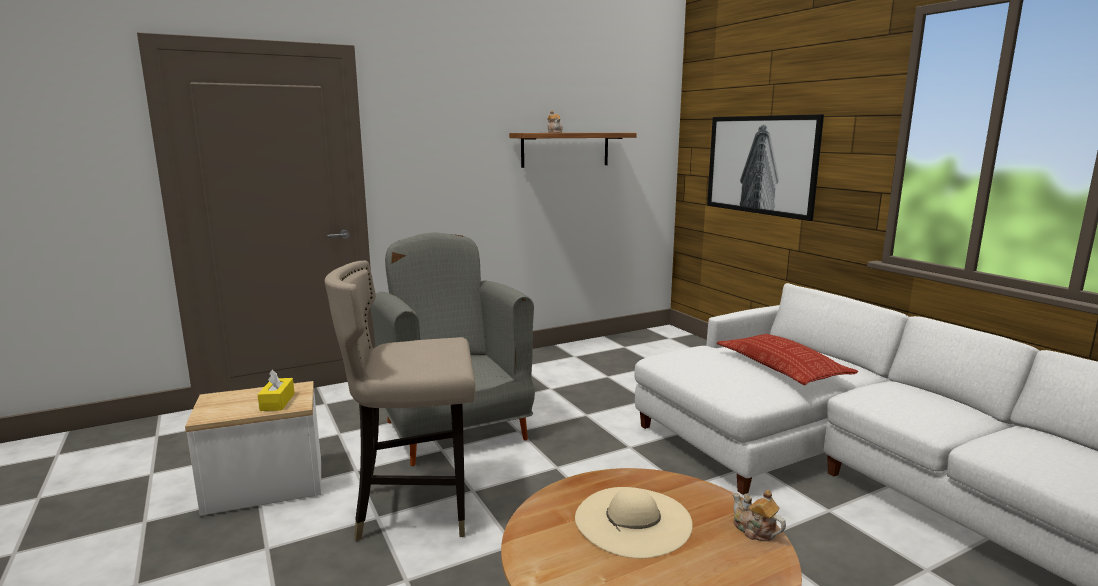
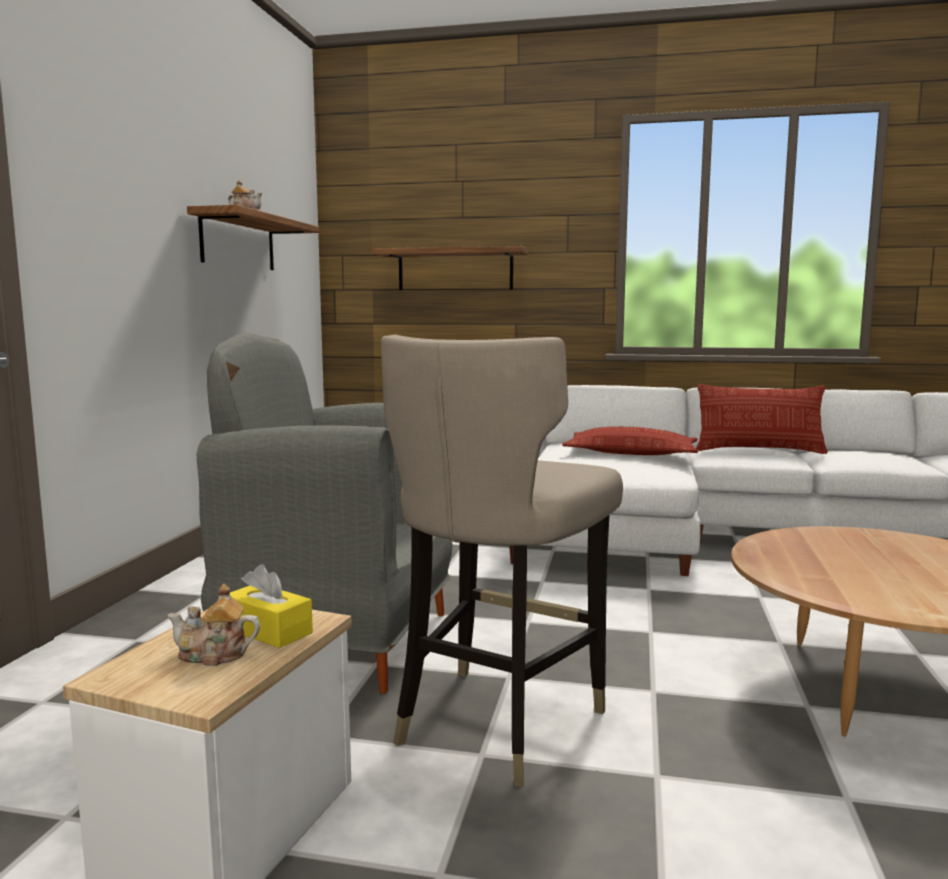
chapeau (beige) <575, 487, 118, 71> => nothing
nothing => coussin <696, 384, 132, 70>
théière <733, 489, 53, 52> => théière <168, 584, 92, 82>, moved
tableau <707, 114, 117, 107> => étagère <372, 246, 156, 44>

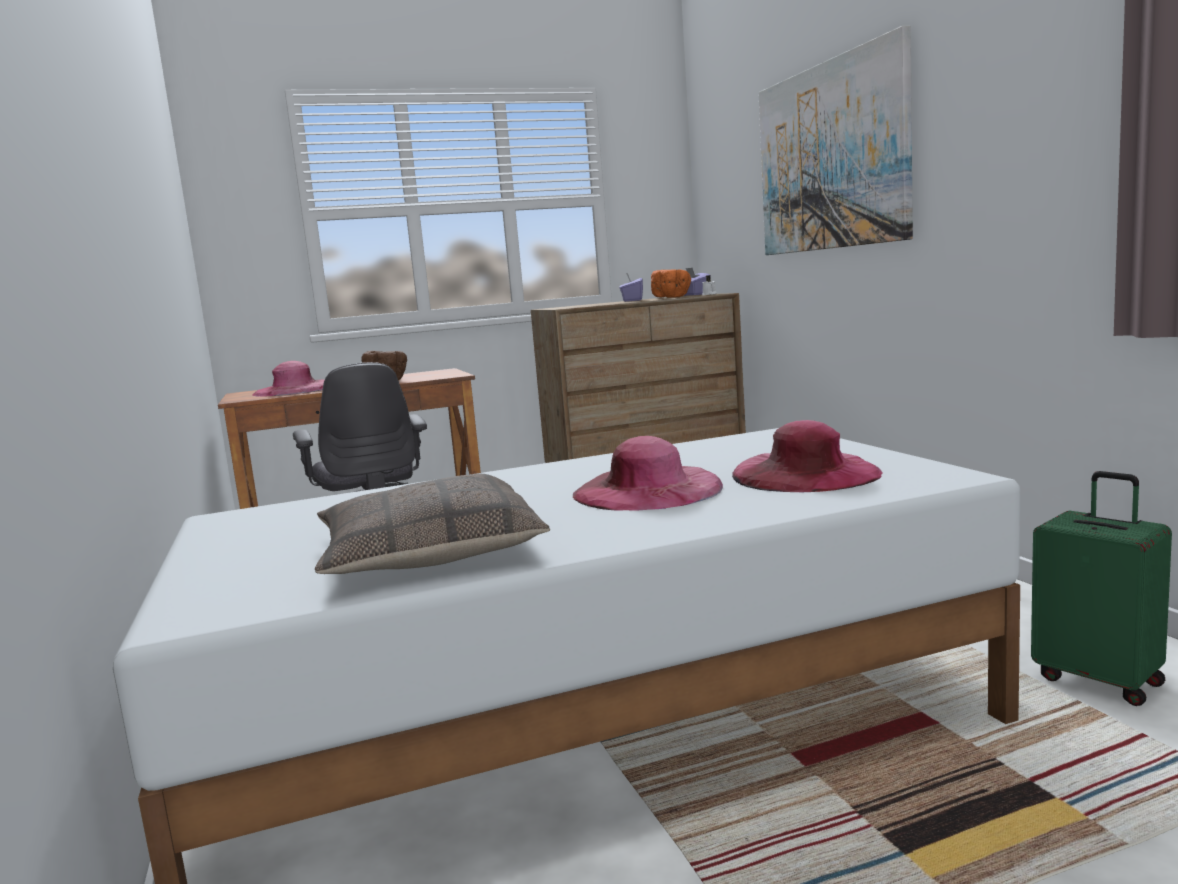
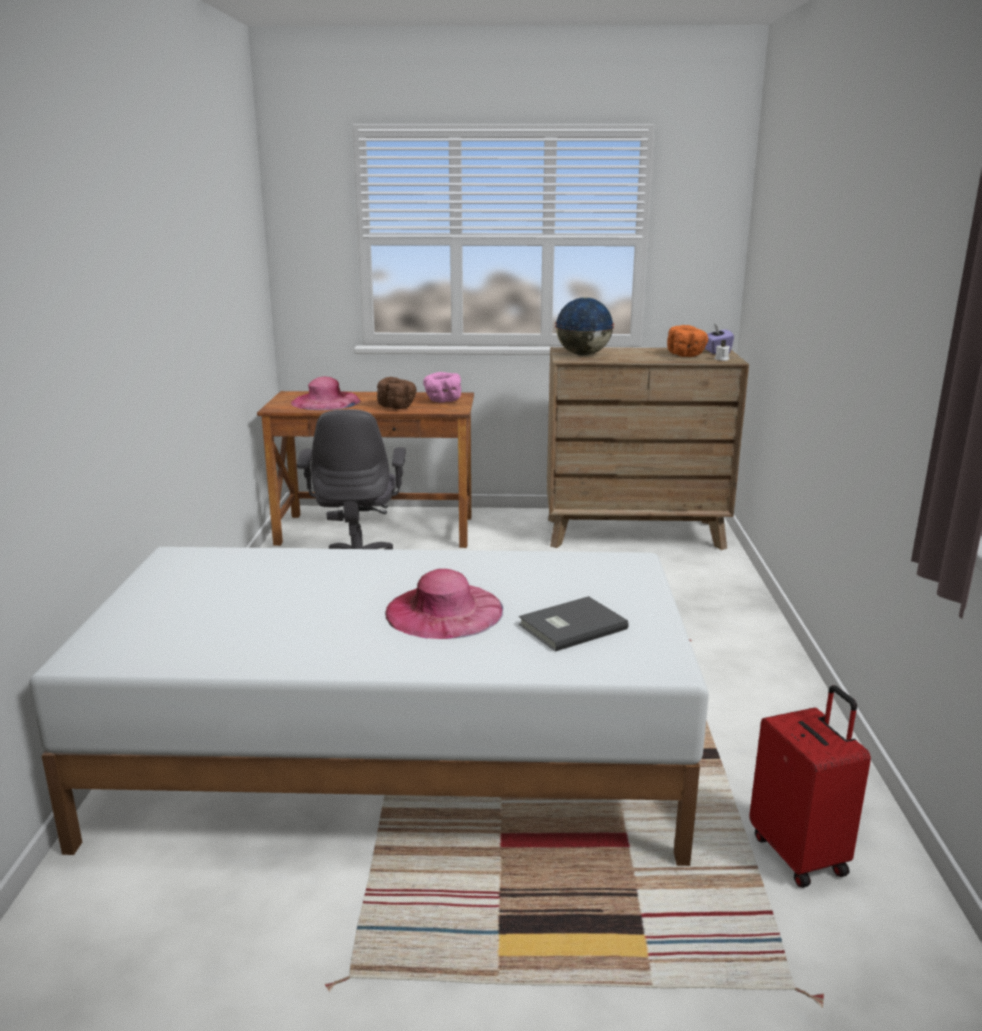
coussin <315, 474, 235, 100> => nothing
boîte à mouchoirs (violet) <619, 273, 24, 29> => nothing
tableau <759, 25, 154, 230> => nothing
nothing => bol (rose) <423, 372, 38, 30>
nothing => globe <555, 298, 59, 57>
chapeau (rose) <732, 420, 151, 72> => livre (gris) <519, 596, 110, 56>
valise (vert) <1031, 471, 141, 235> => valise (rouge) <749, 685, 122, 203>

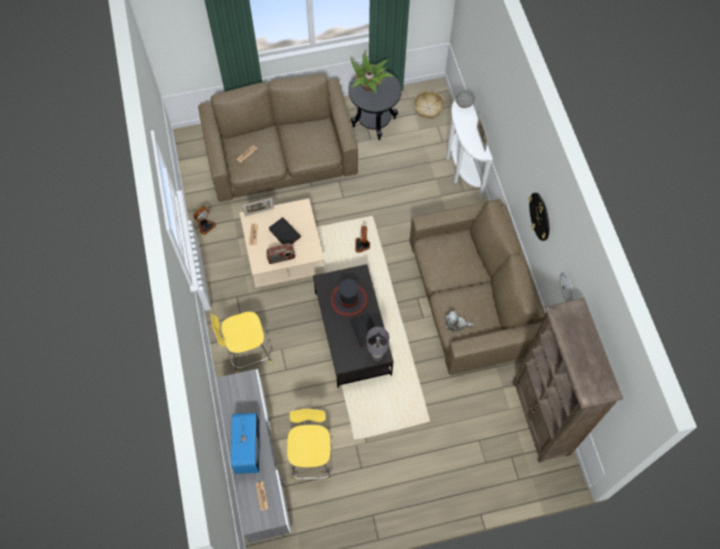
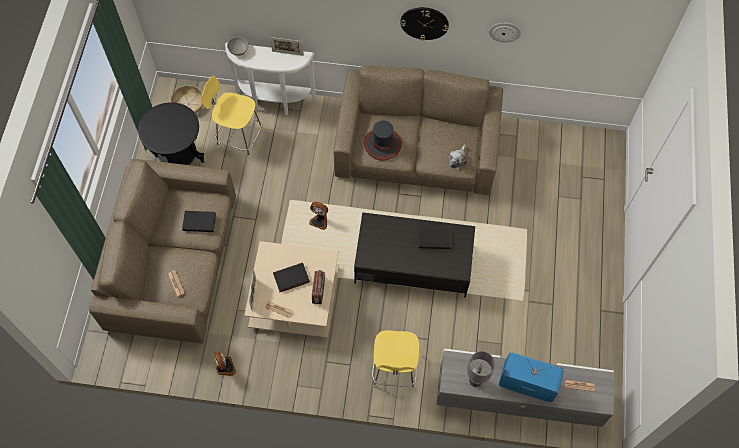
plante en pot <350, 52, 43, 42> => nothing
bibliothèque (marron) <512, 298, 111, 165> => nothing
nothing => livre (noir) <182, 211, 34, 21>
tabouret (jaune) <287, 409, 45, 71> => tabouret (jaune) <201, 75, 62, 83>, moved
chapeau <330, 279, 38, 38> => chapeau <364, 121, 38, 39>, moved
lampe de table (gris) <367, 327, 22, 34> => lampe de table (gris) <467, 351, 28, 36>, moved

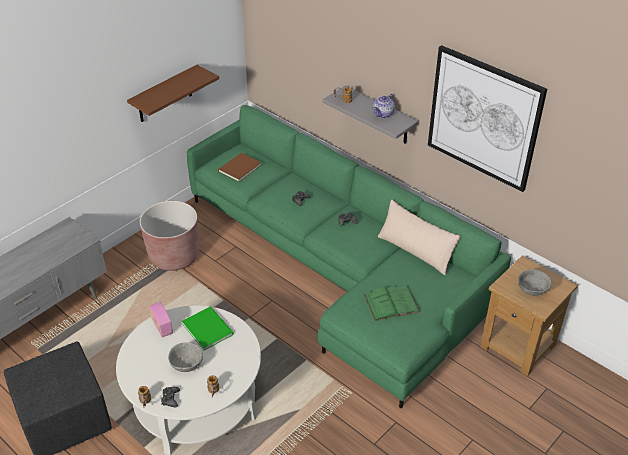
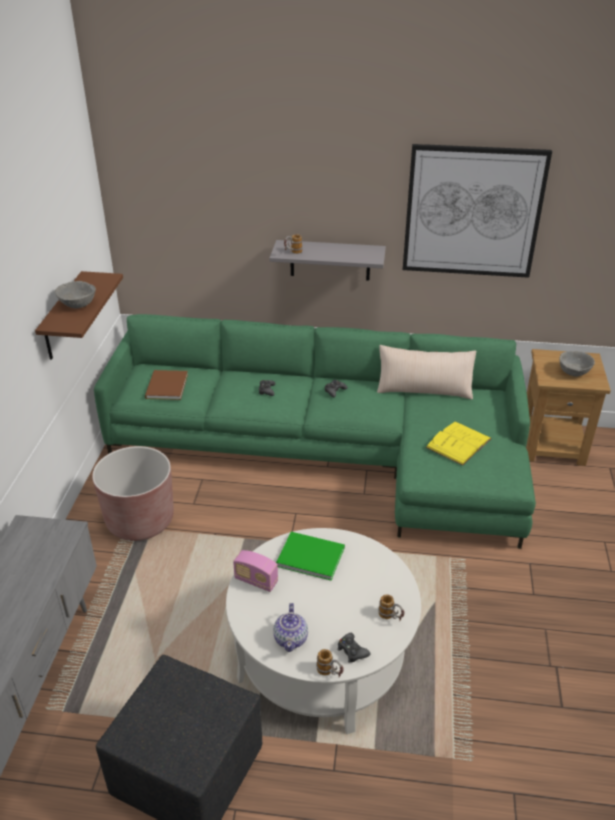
bol (gris) <168, 342, 35, 30> => bol (gris) <55, 281, 41, 28>, moved
théière <373, 94, 22, 24> => théière <273, 603, 35, 49>, moved
livre (vert) <364, 286, 56, 35> => livre (jaune) <426, 421, 65, 45>

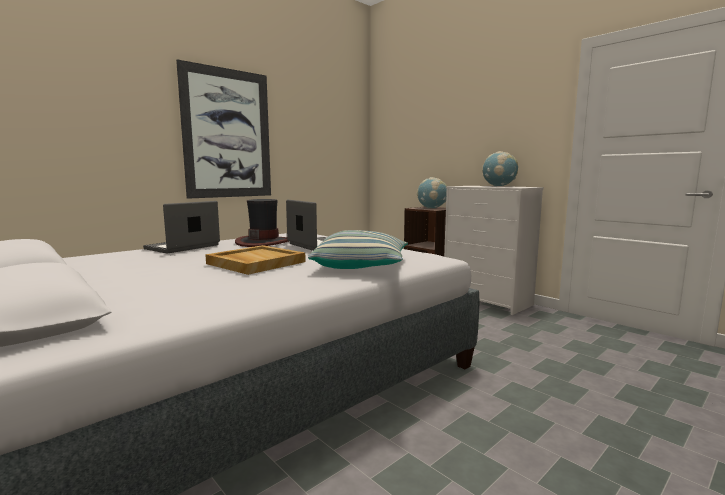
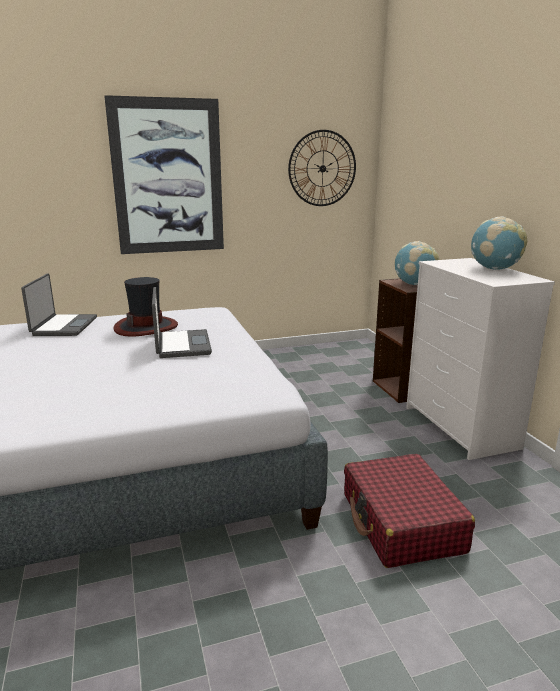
plateau (beige) <205, 245, 101, 30> => nothing
coussin <308, 230, 100, 39> => nothing
nothing => horloge murale <288, 130, 68, 76>
nothing => valise (rouge) <344, 454, 131, 114>
ordinateur portable <143, 201, 77, 53> => ordinateur portable <21, 274, 76, 62>, 120 degrees clockwise

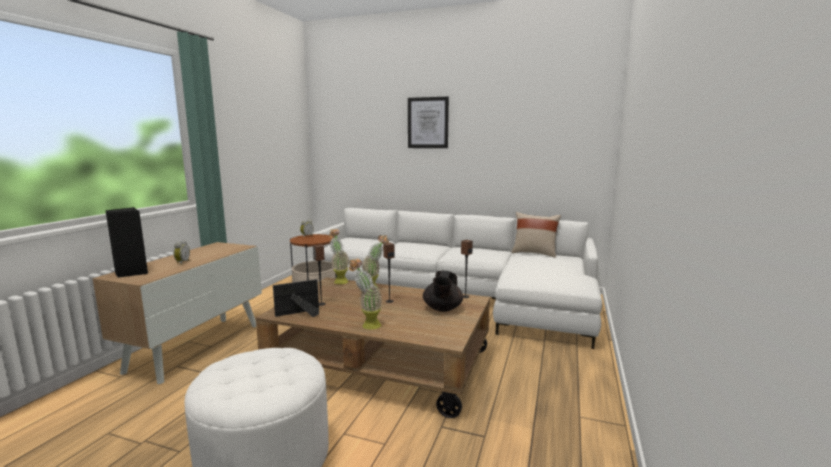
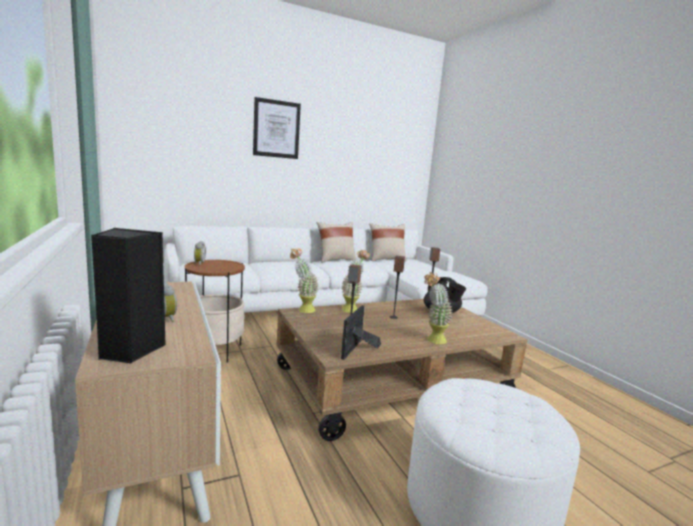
nothing => coussin (beige) <317, 222, 39, 41>

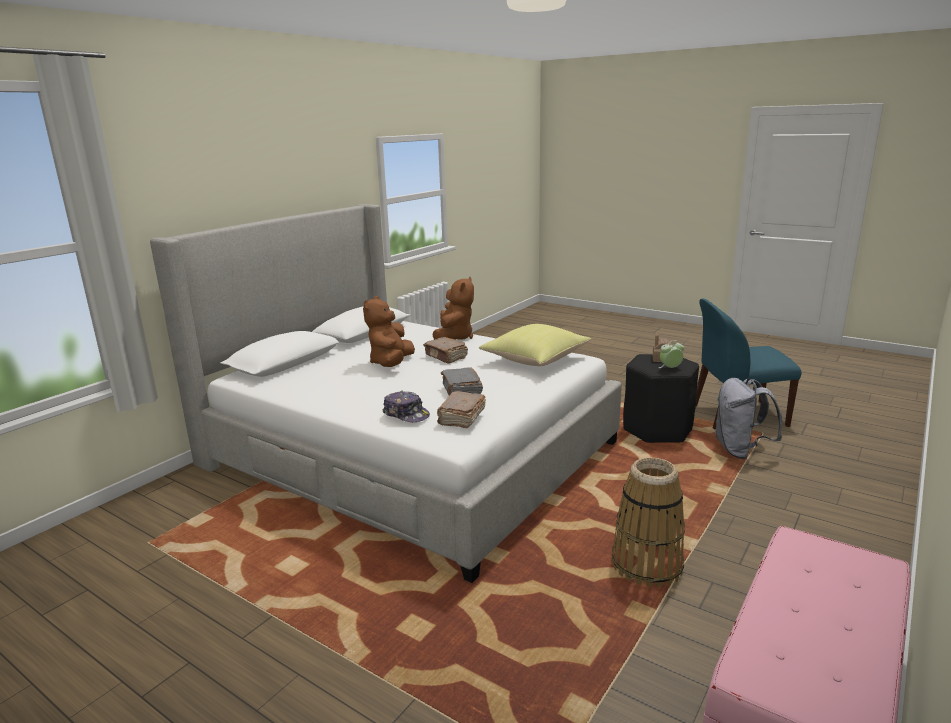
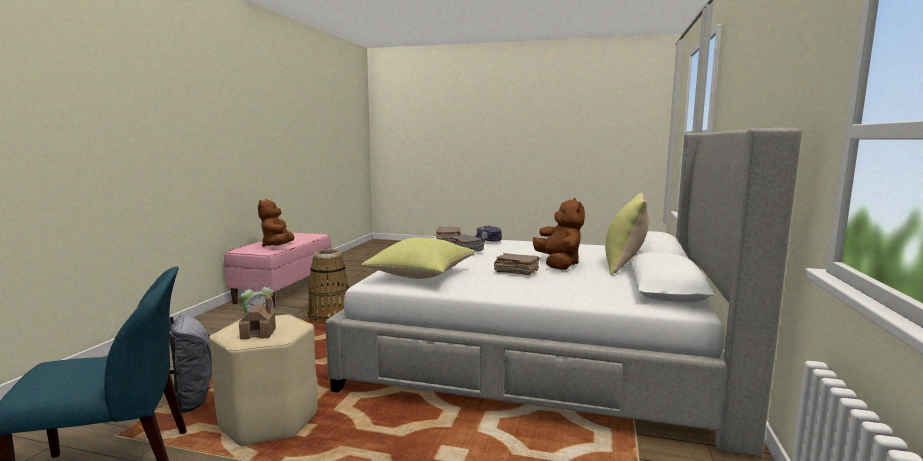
nothing => coussin (jaune) <605, 192, 44, 83>
peluche (marron) <433, 277, 41, 63> => peluche (marron) <258, 199, 36, 48>, moved
tabouret (noir) <623, 354, 76, 89> => tabouret (beige) <209, 314, 109, 132>

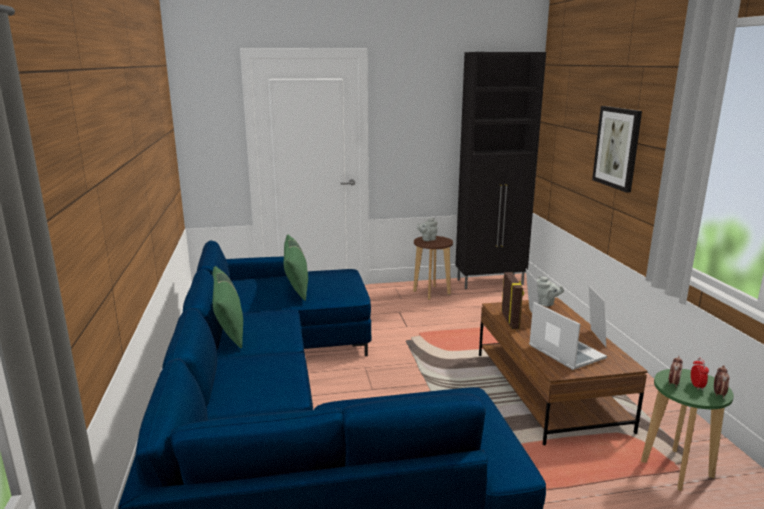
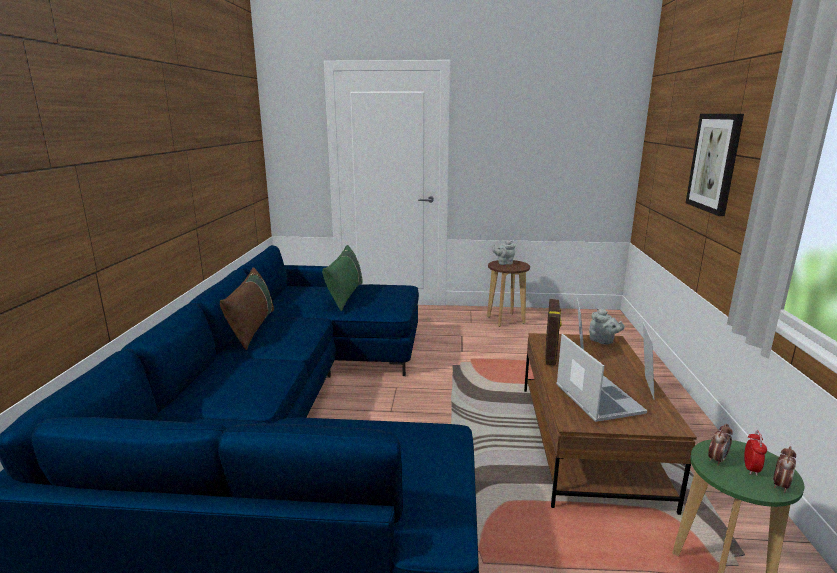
meuble de rangement (noir) <455, 52, 91, 237> => nothing
coussin (vert) <212, 266, 31, 83> => coussin (marron) <220, 267, 54, 83>

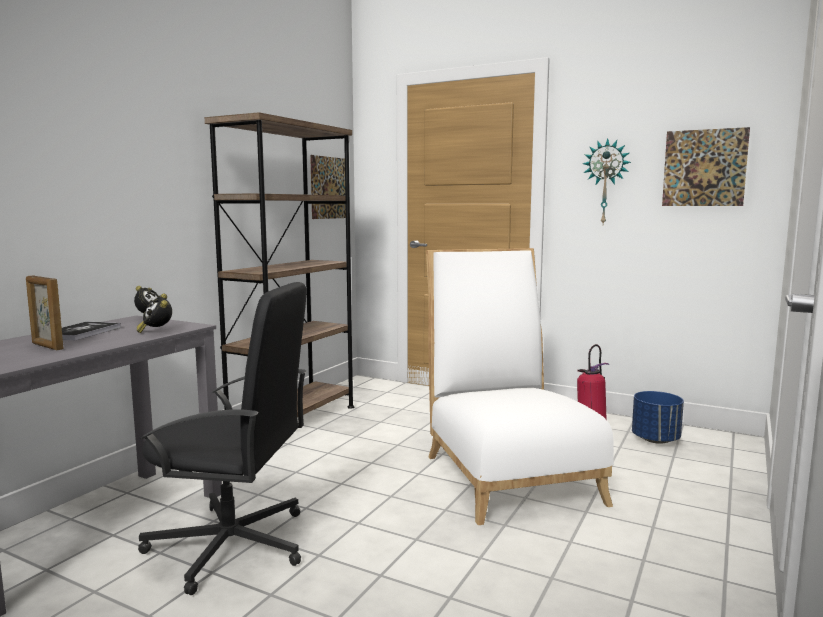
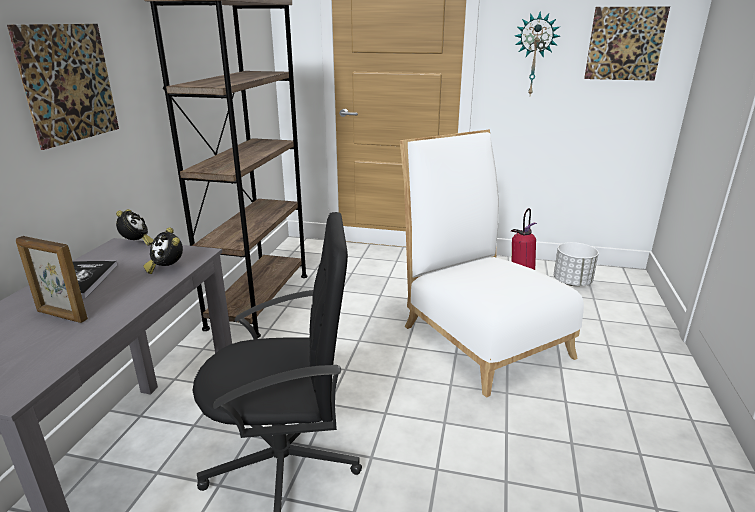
tableau <310, 155, 36, 64> => tableau <7, 24, 112, 126>, moved
cache-pot (bleu) <632, 391, 52, 53> => cache-pot (blanc) <554, 242, 45, 44>

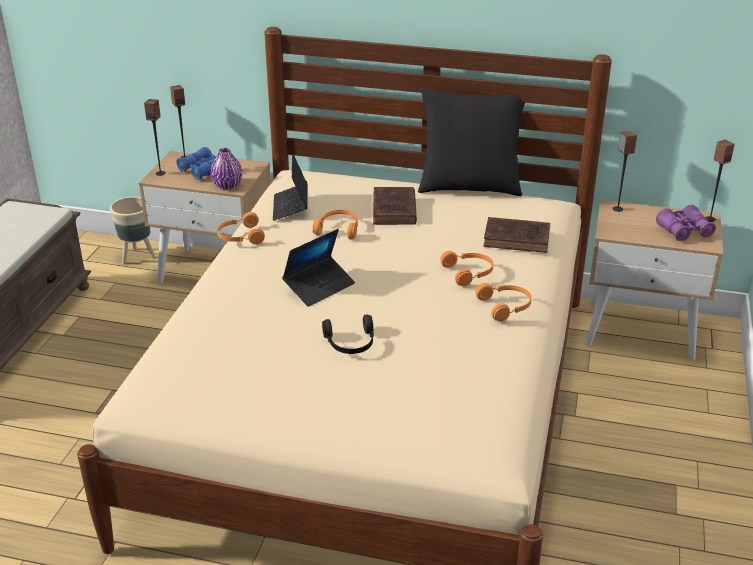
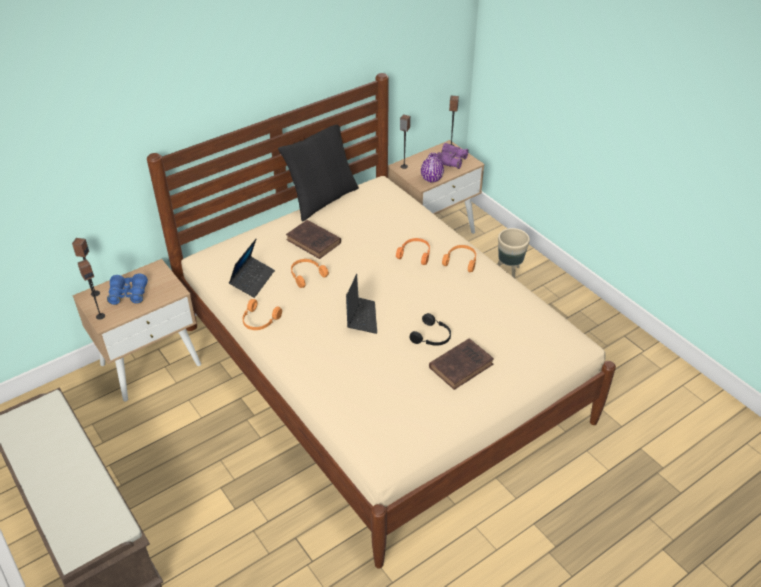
cache-pot (beige) <110, 197, 46, 68> => cache-pot (beige) <497, 228, 33, 50>, moved
vase (violet) <210, 148, 32, 42> => vase (violet) <421, 153, 23, 30>, moved
livre (marron) <483, 217, 67, 36> => livre (marron) <429, 338, 65, 52>, moved
ordinateur portable <273, 153, 35, 68> => ordinateur portable <229, 238, 46, 60>, 105 degrees counterclockwise

